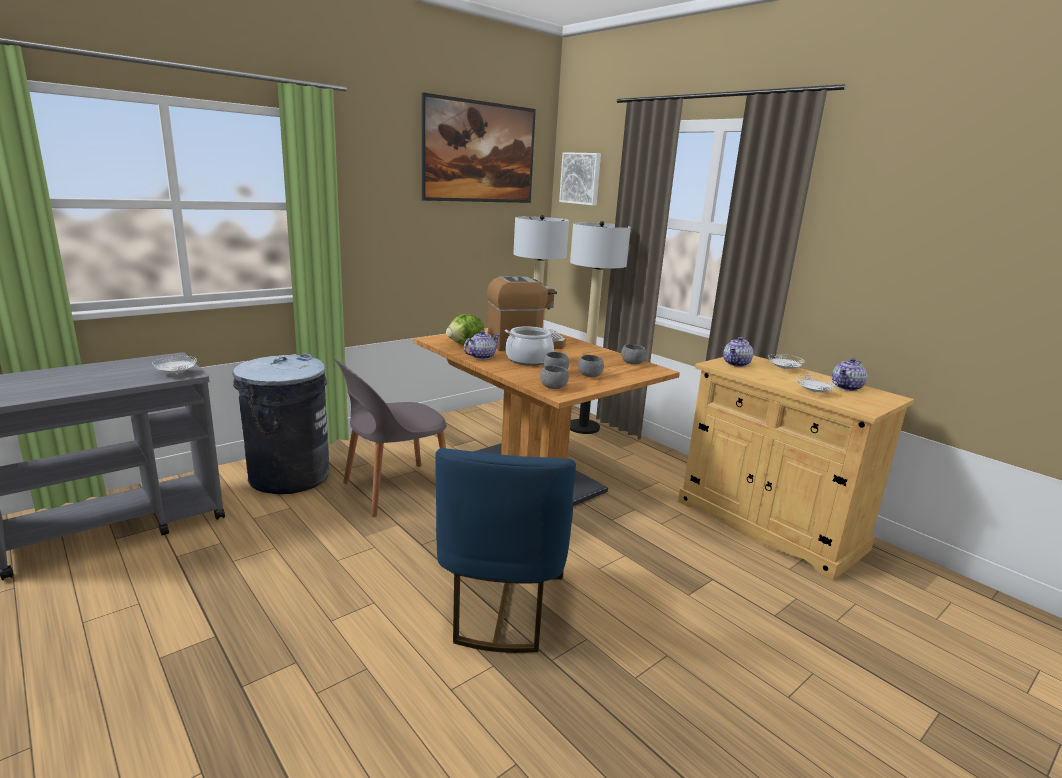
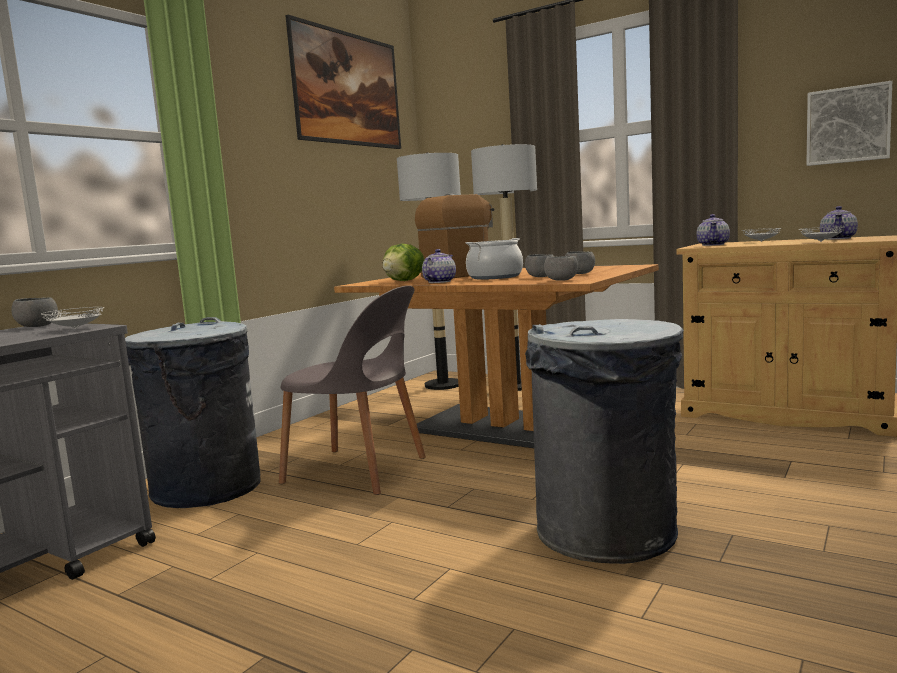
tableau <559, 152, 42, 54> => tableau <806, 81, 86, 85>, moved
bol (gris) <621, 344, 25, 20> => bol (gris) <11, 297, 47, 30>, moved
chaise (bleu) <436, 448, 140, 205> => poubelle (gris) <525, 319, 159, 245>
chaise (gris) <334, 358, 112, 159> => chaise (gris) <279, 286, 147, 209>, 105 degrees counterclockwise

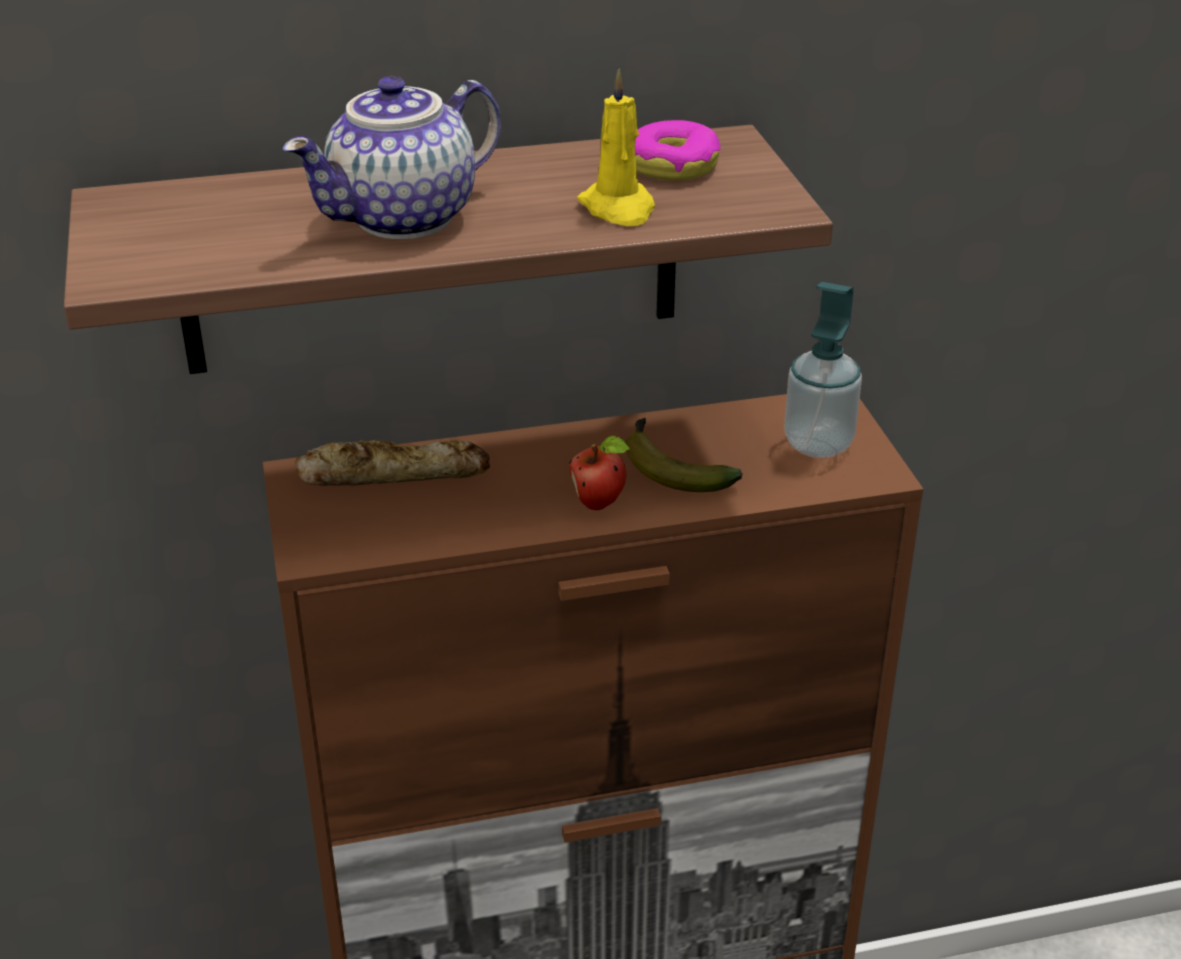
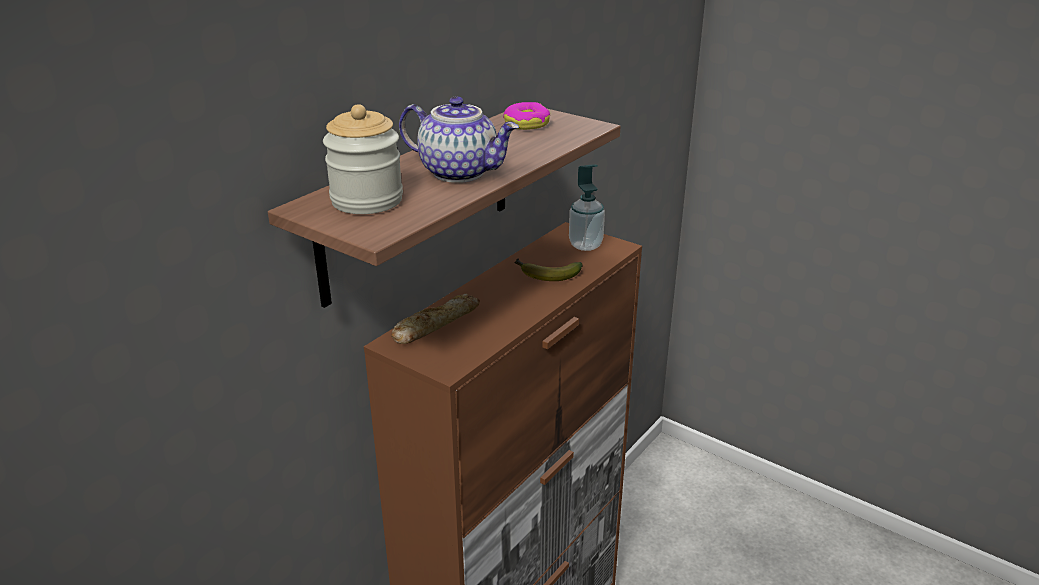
pomme <569, 436, 61, 74> => nothing
bougie (jaune) <577, 69, 78, 157> => nothing
nothing => bocal <323, 104, 80, 110>
théière <283, 76, 218, 163> => théière <399, 96, 120, 87>, 75 degrees counterclockwise

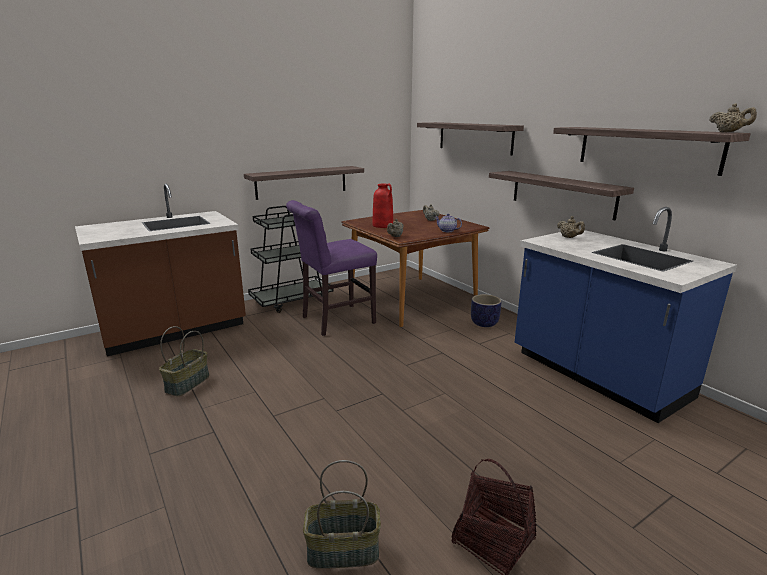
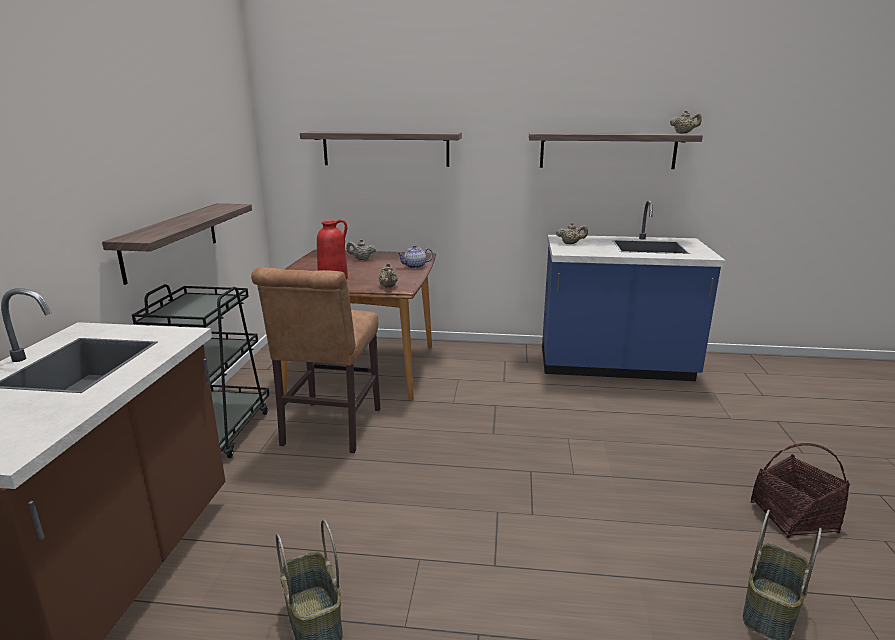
cache-pot <471, 294, 30, 33> => nothing
étagère <489, 171, 145, 49> => nothing
chaise (violet) <286, 200, 91, 136> => chaise (marron) <251, 267, 129, 186>

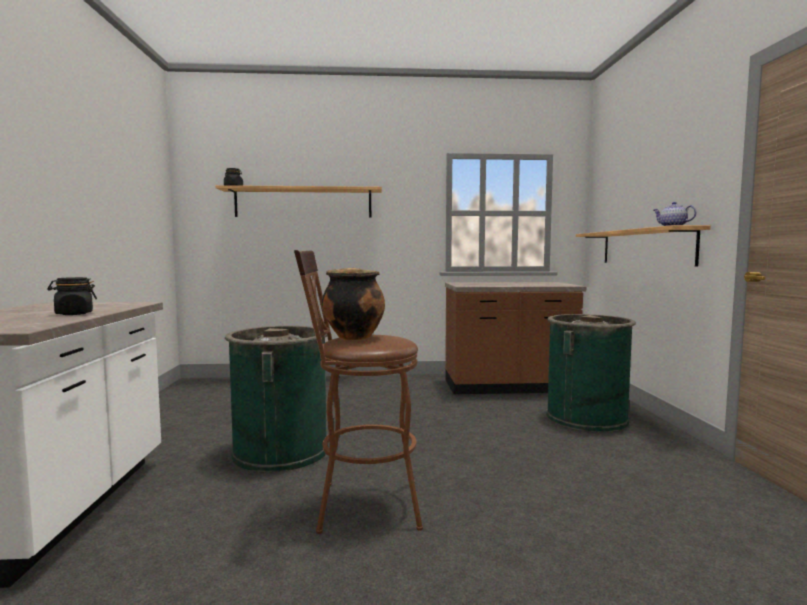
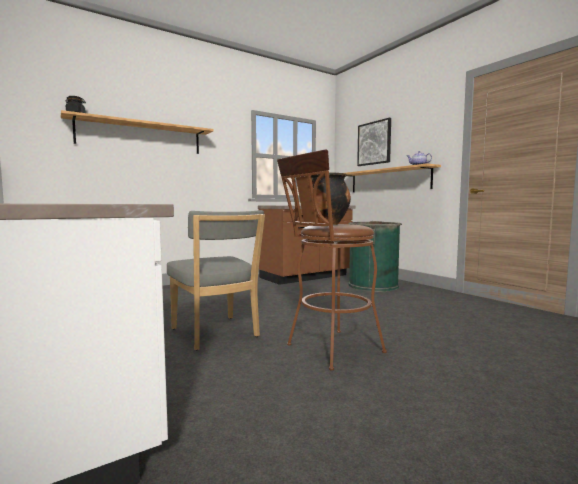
bocal (noir) <47, 277, 50, 38> => nothing
nothing => tableau <357, 118, 34, 48>
poubelle (vert) <225, 326, 103, 146> => chaise (gris) <167, 210, 98, 140>

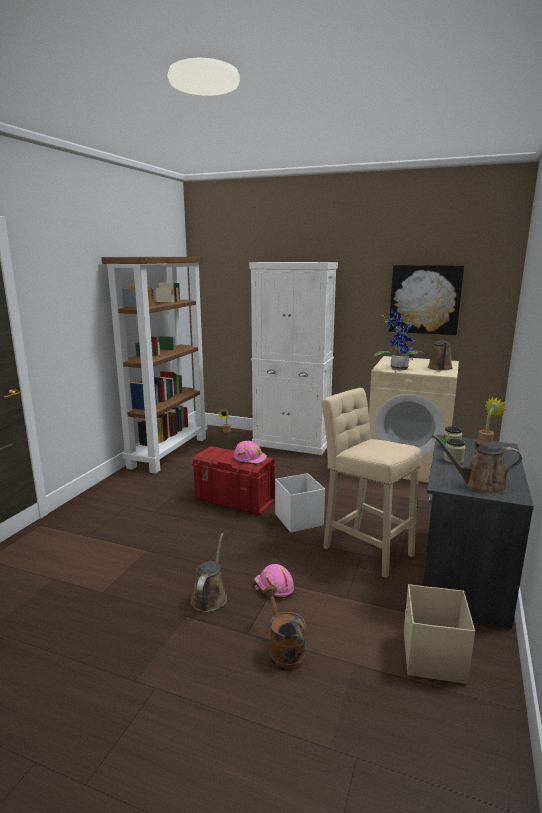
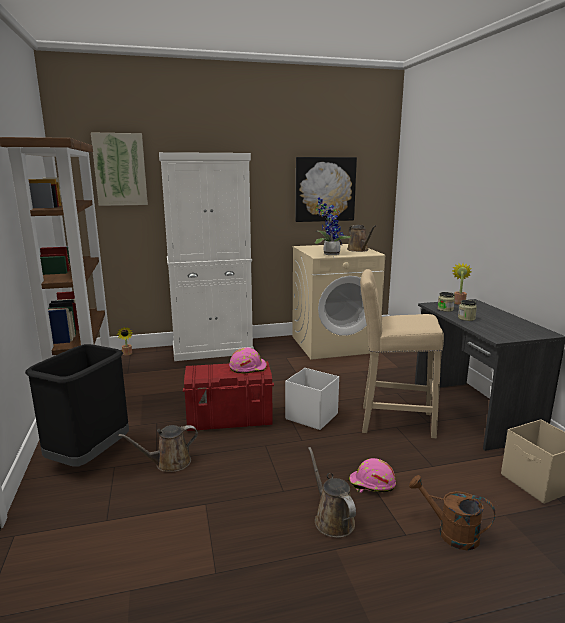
nothing => poubelle (noir) <25, 344, 104, 122>
nothing => tableau <91, 132, 57, 74>
arrosoir (marron) <432, 435, 90, 59> => arrosoir (marron) <119, 425, 79, 47>, moved

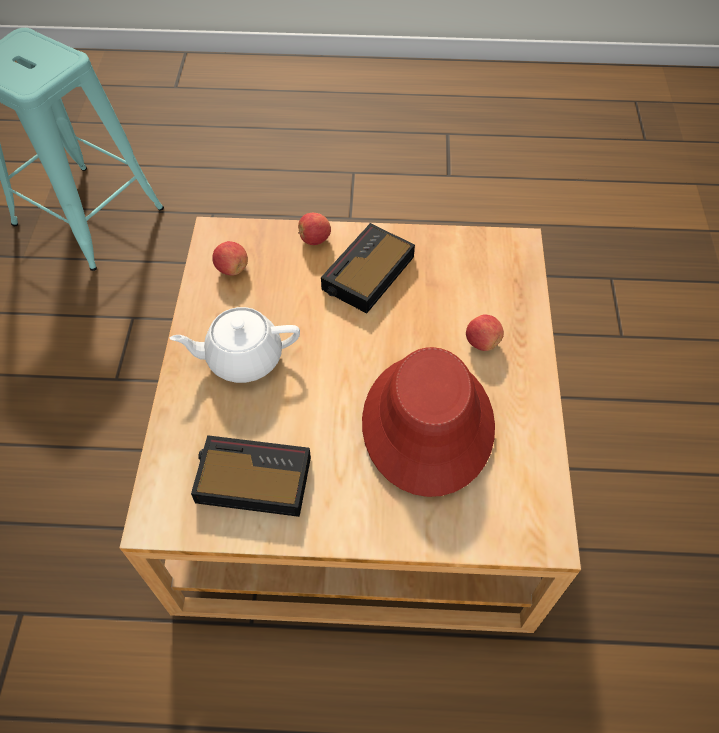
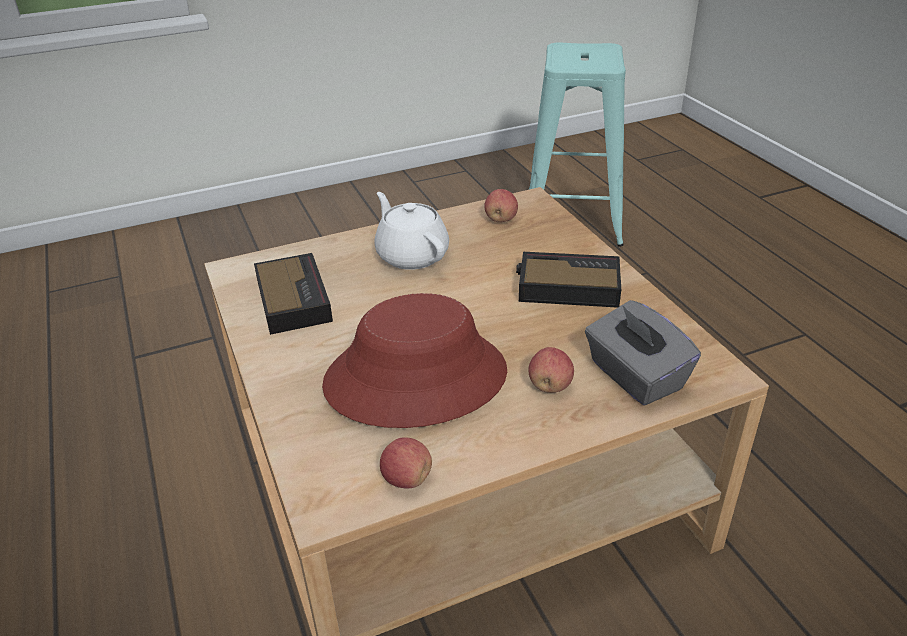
nothing => boîte à mouchoirs (gris) <585, 300, 116, 105>
pomme <298, 213, 33, 32> => pomme <380, 437, 52, 51>, moved

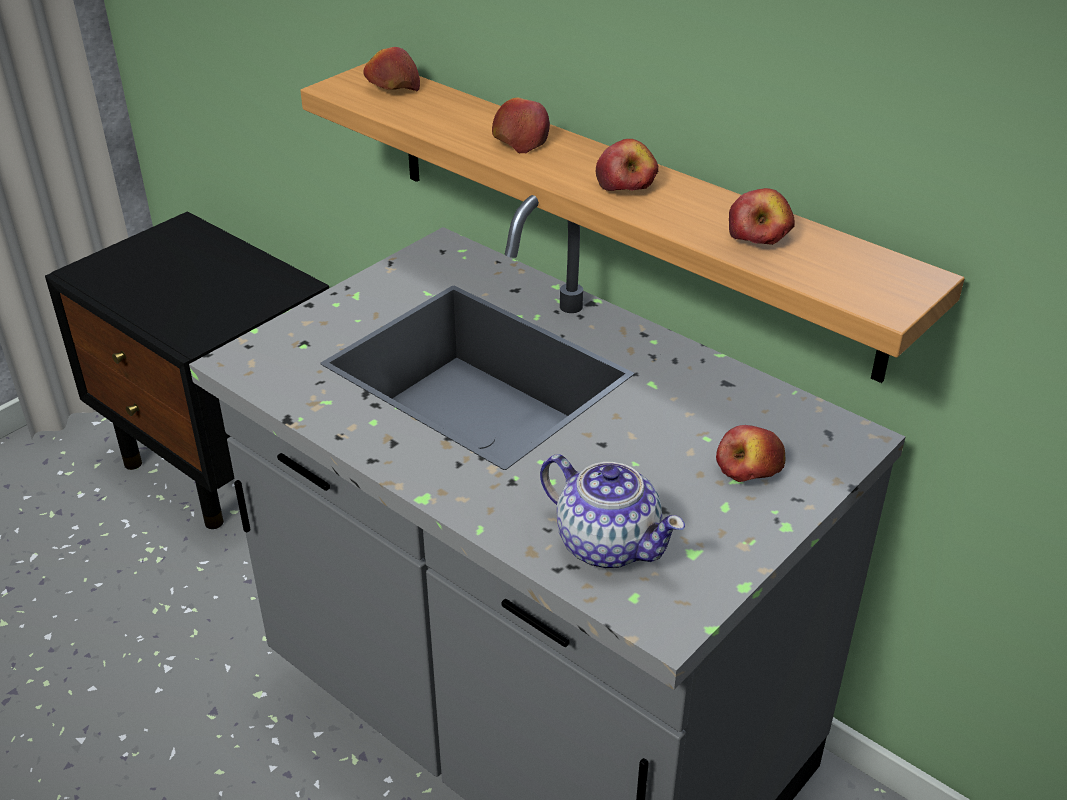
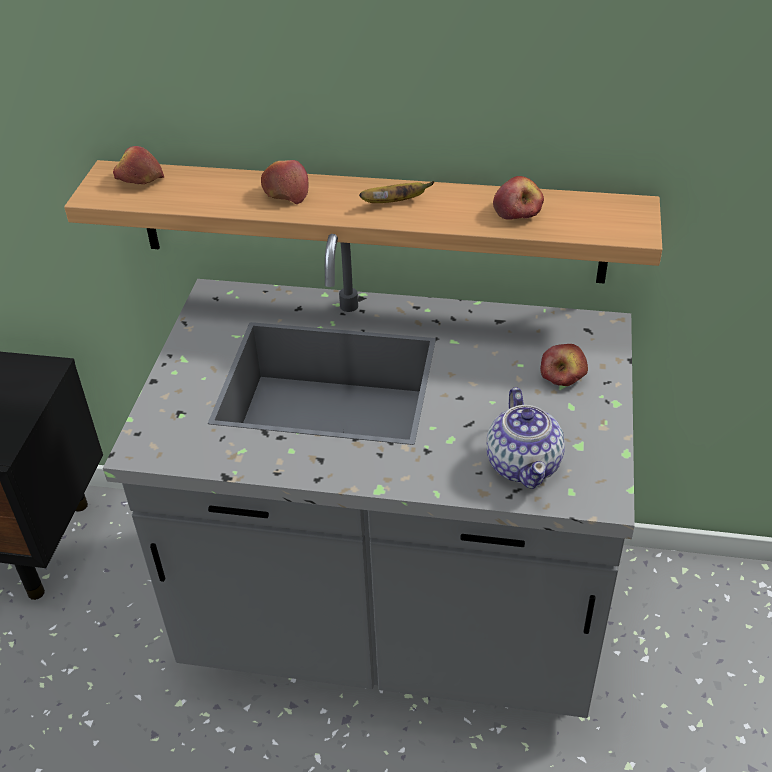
pomme <596, 139, 63, 52> => banane <359, 181, 75, 22>
théière <540, 454, 145, 114> => théière <486, 387, 79, 102>, 75 degrees clockwise

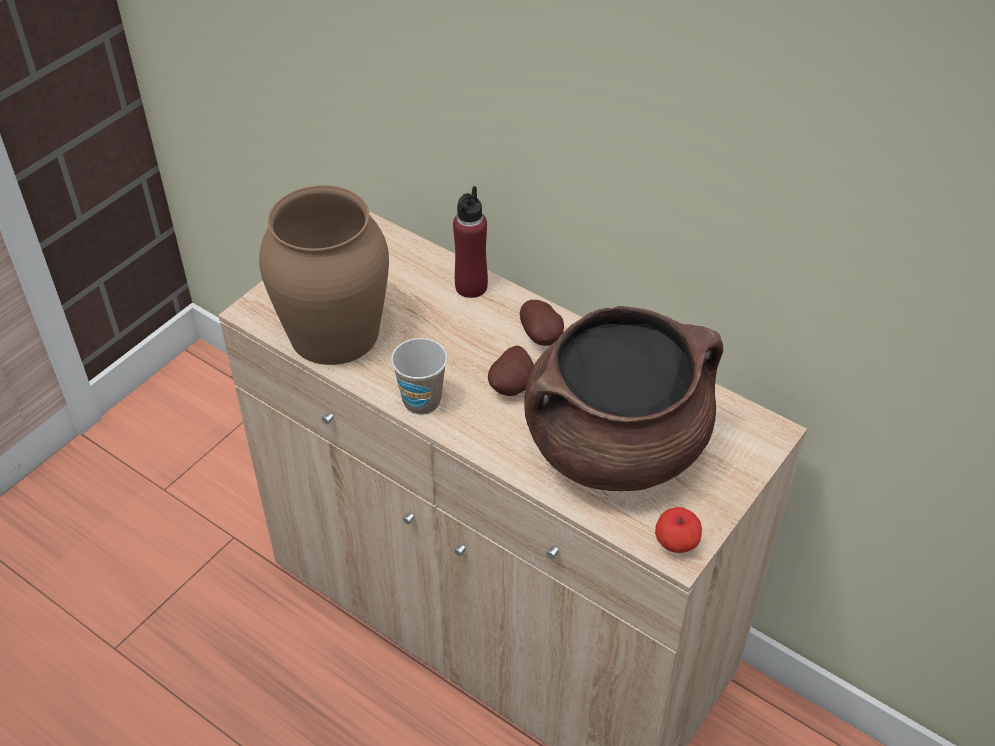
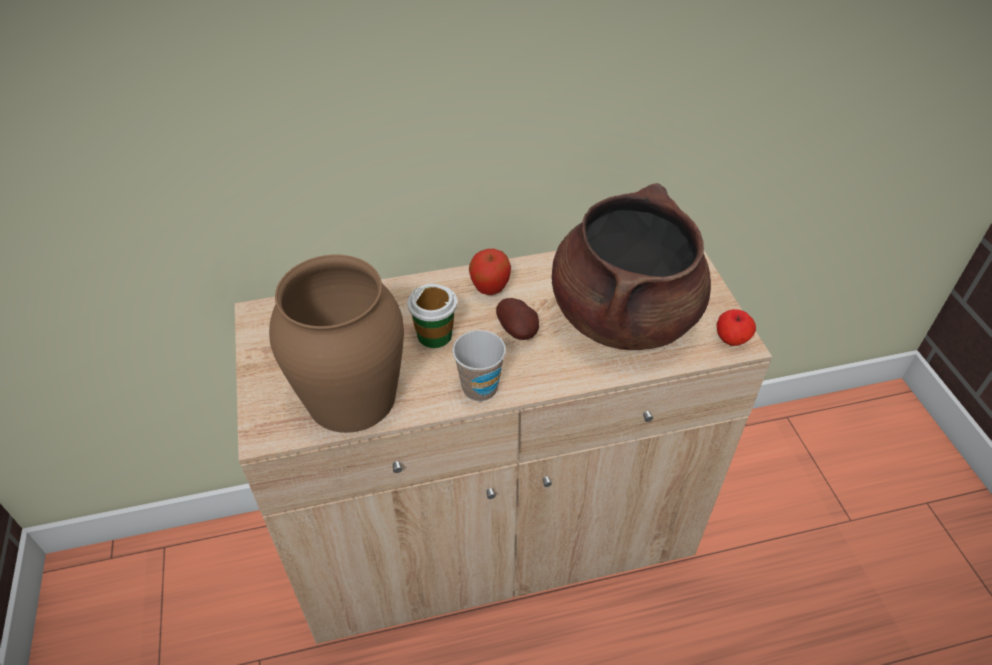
bouteille (rouge) <453, 186, 35, 112> => nothing
nothing => tasse <407, 284, 50, 64>
pomme de terre <520, 300, 44, 46> => pomme <469, 249, 42, 46>

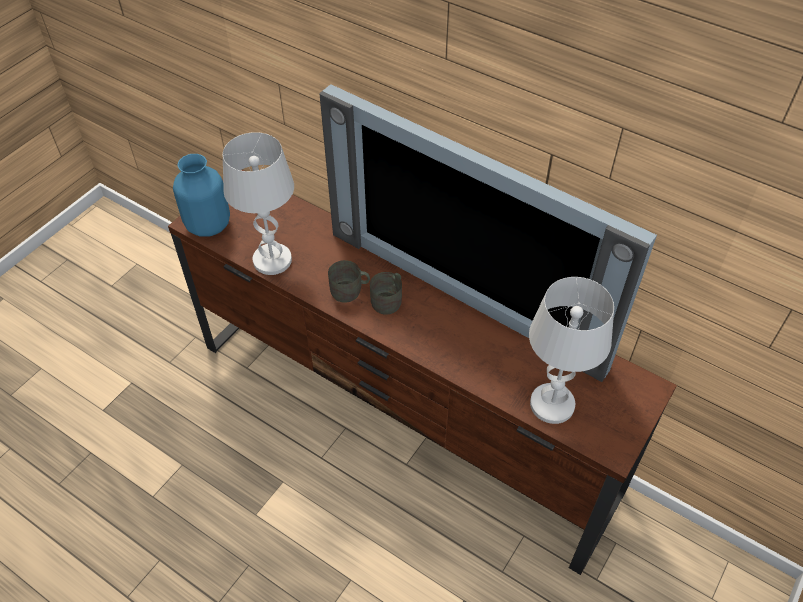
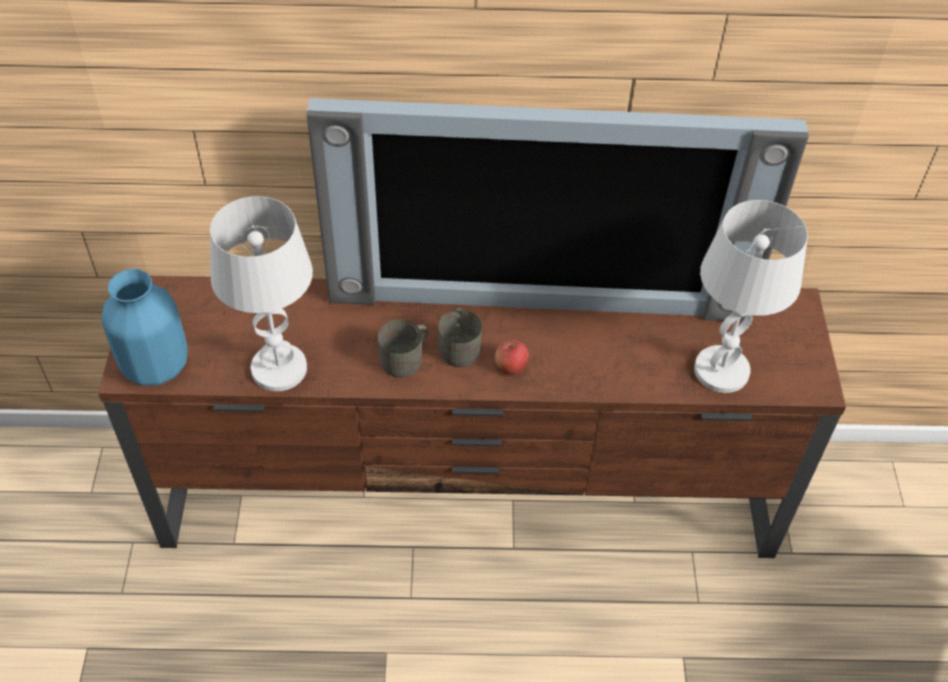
nothing => pomme <495, 340, 34, 35>

